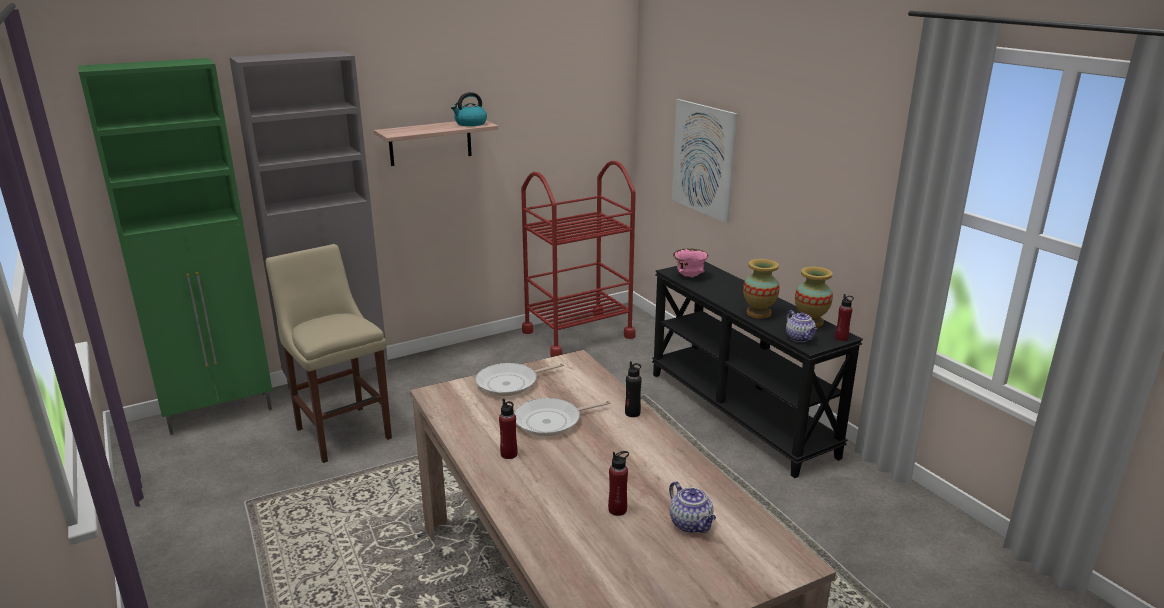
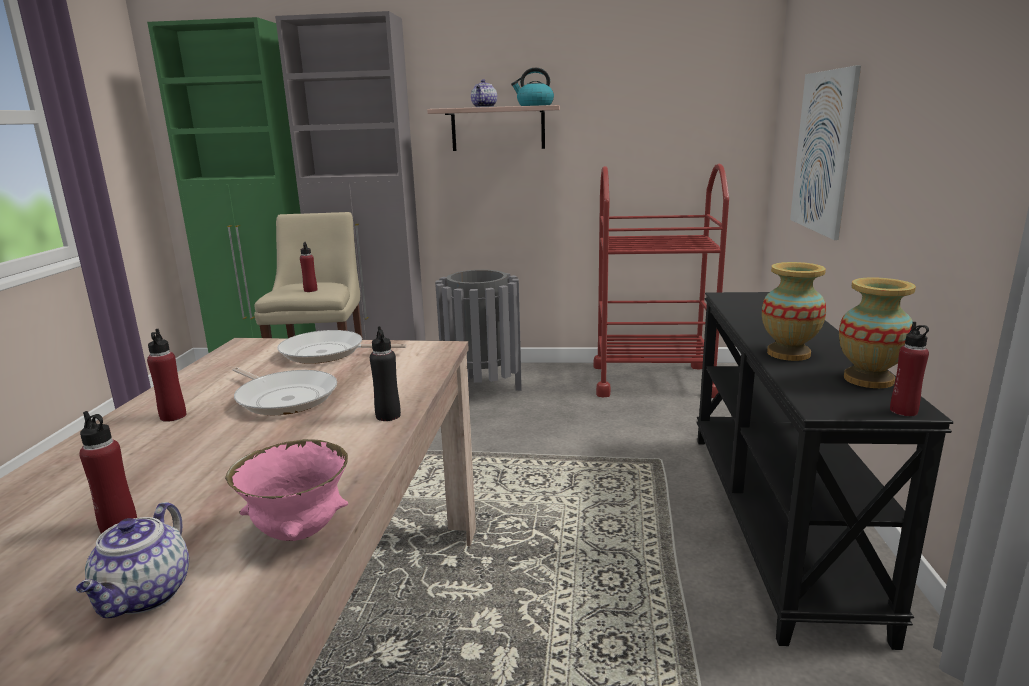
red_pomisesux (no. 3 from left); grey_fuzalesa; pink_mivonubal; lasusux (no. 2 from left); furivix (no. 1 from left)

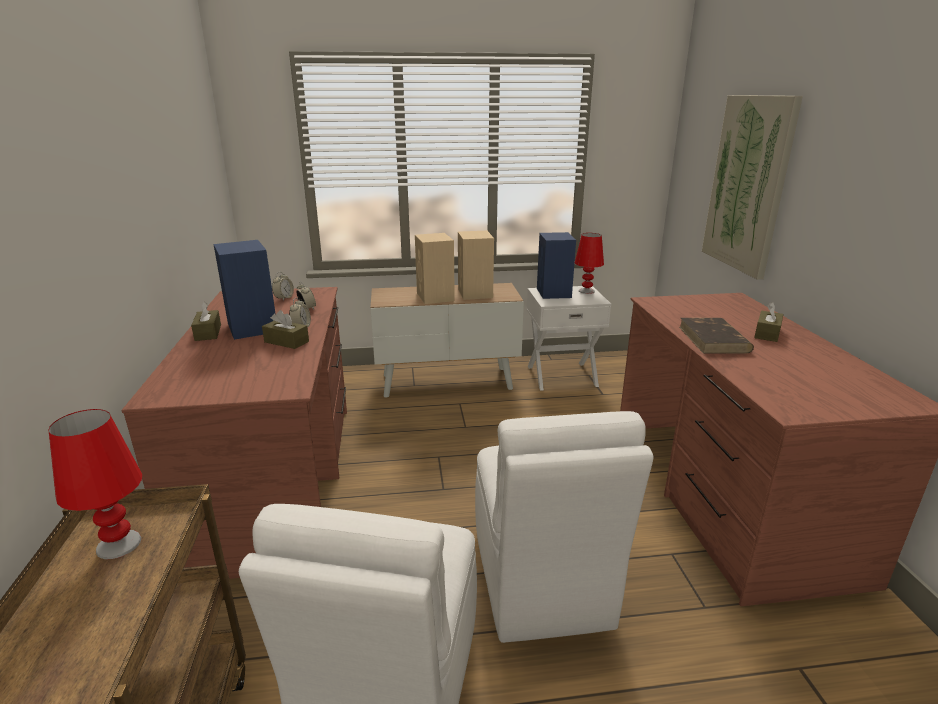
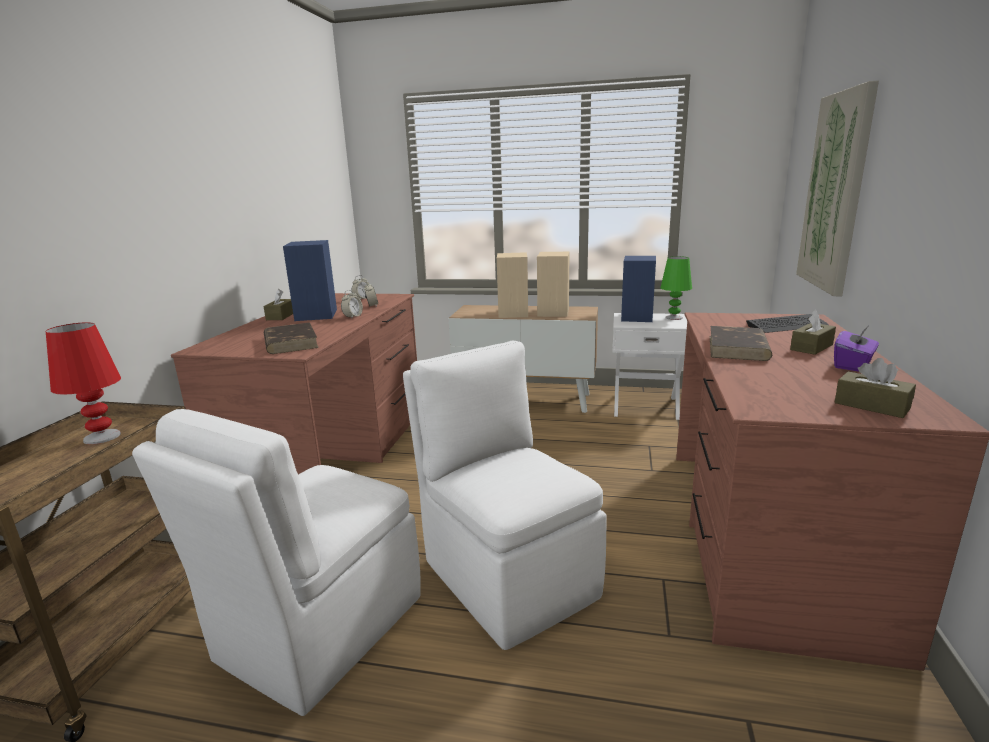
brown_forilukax (no. 1 from left); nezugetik; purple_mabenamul; brown_mabenamul (no. 3 from left); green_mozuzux; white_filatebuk (no. 2 from left)

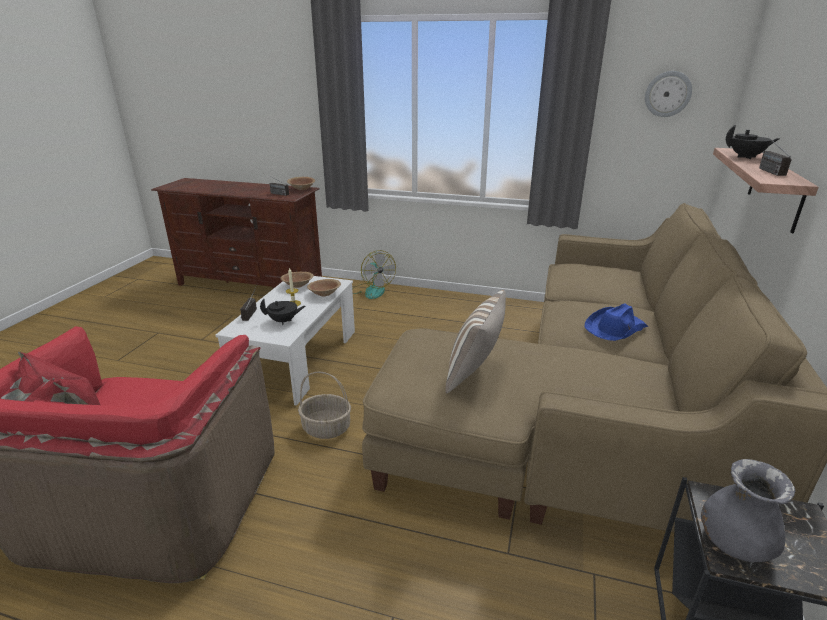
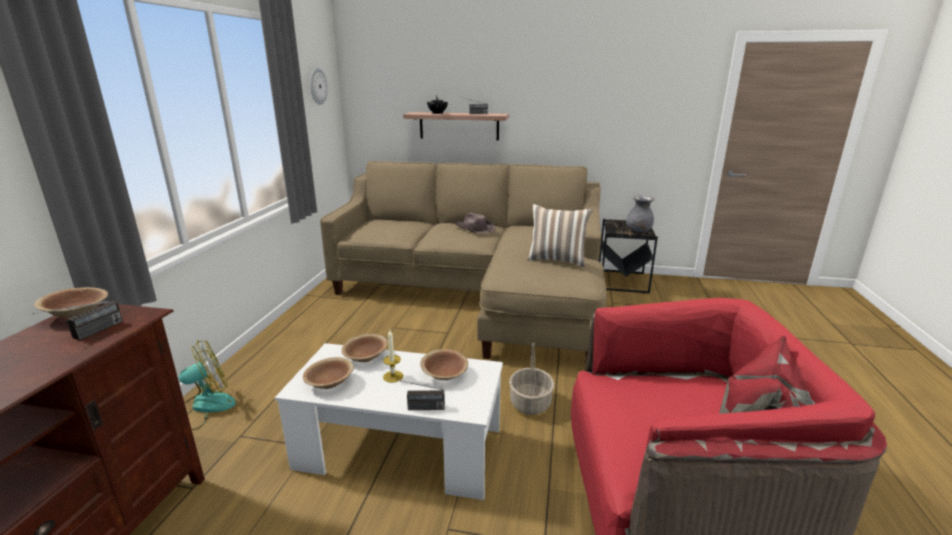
brown_mivonubal (no. 4 from left); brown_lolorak

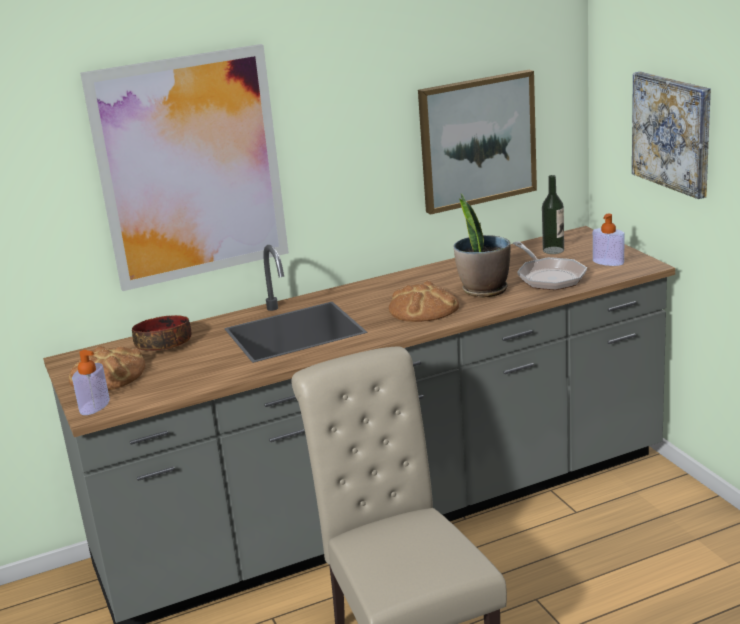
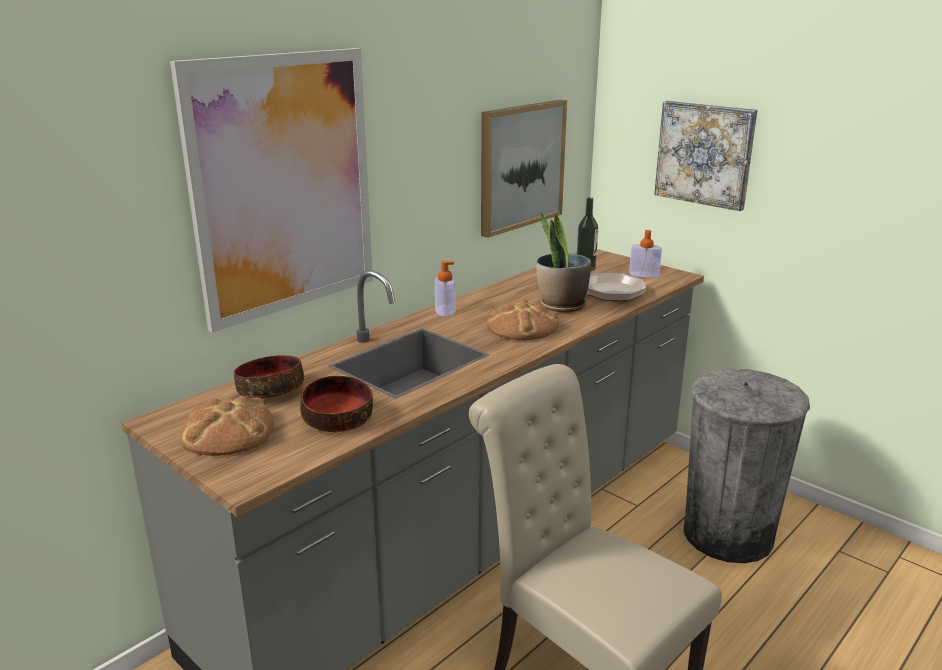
mivonubal (no. 2 from left); grey_fuzalesa; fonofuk (no. 1 from left)

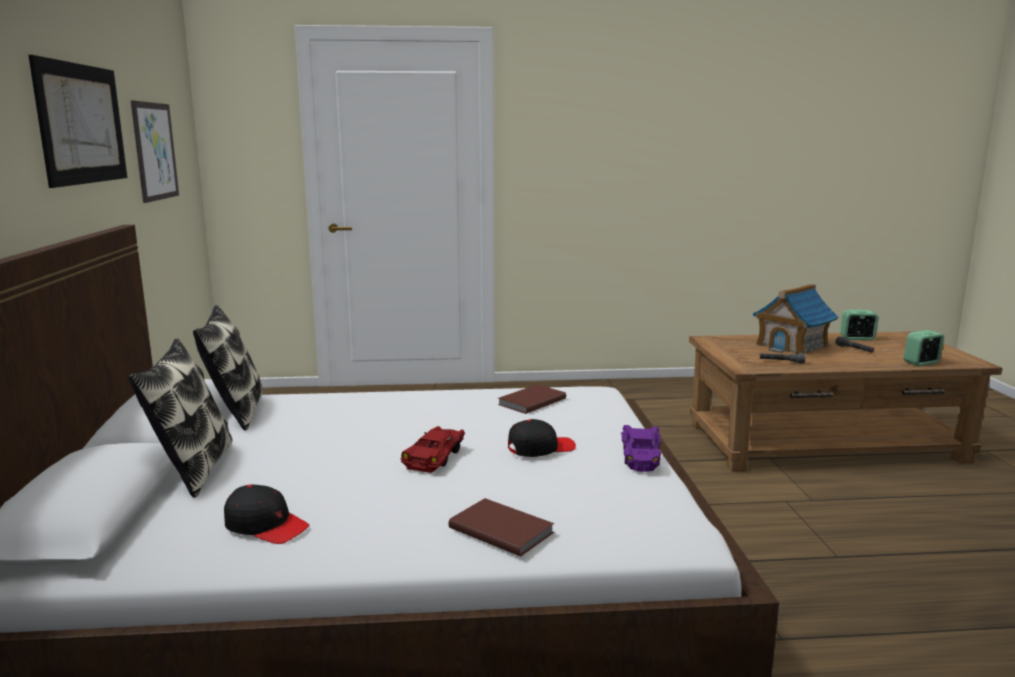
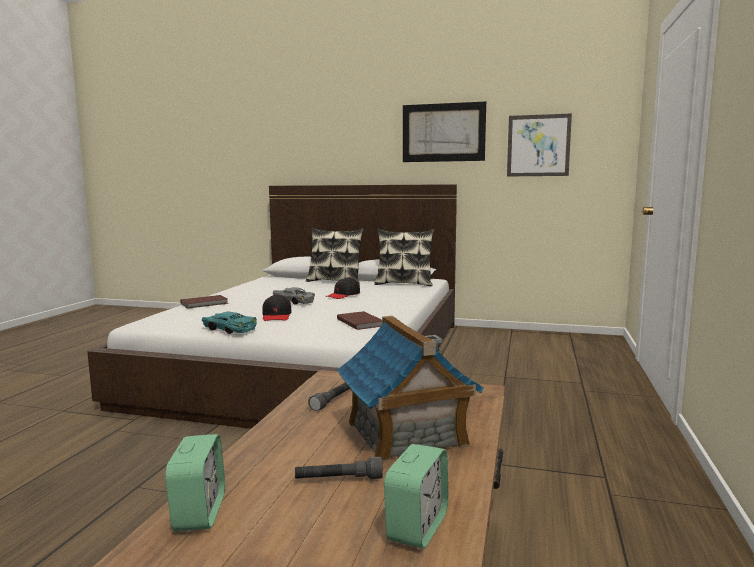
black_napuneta (no. 2 from left); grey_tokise; turquoise_tokise

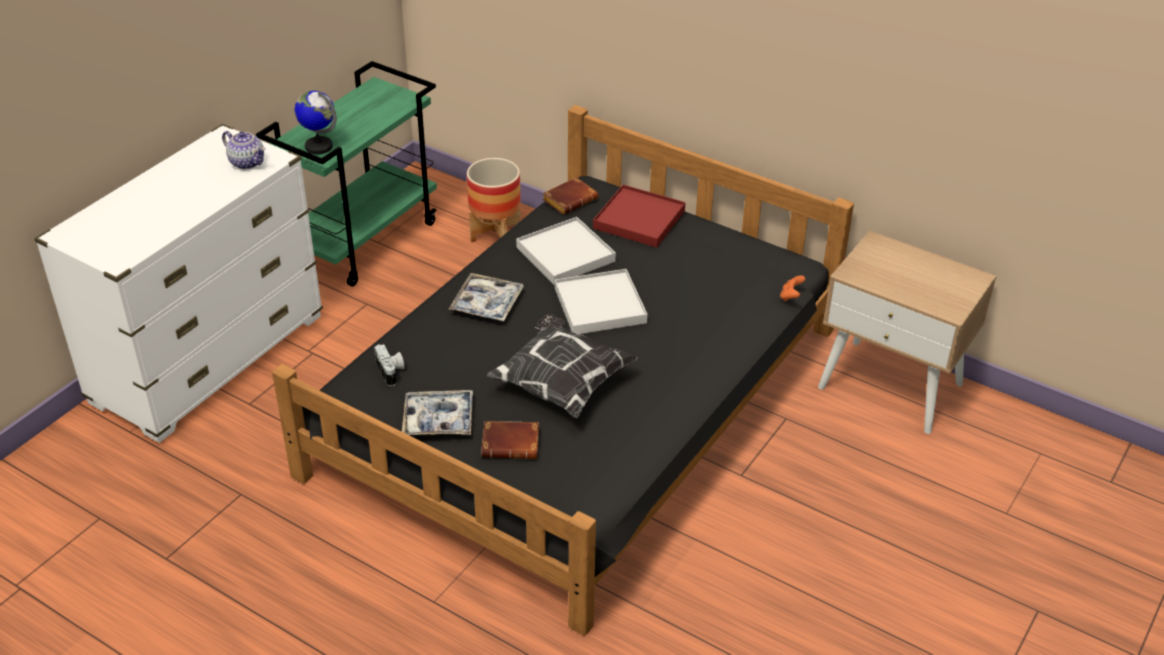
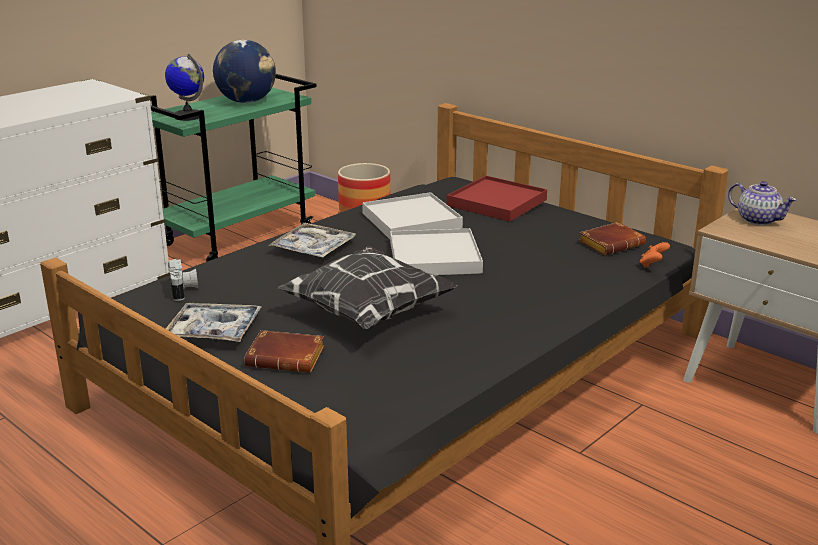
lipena (no. 2 from left); lasusux; brown_forilukax (no. 2 from left)

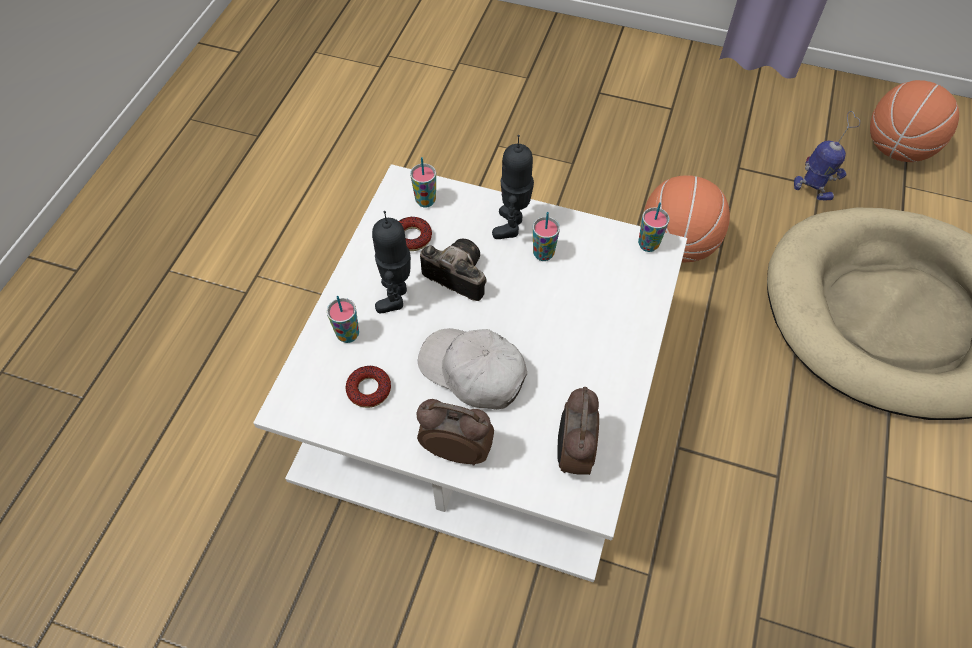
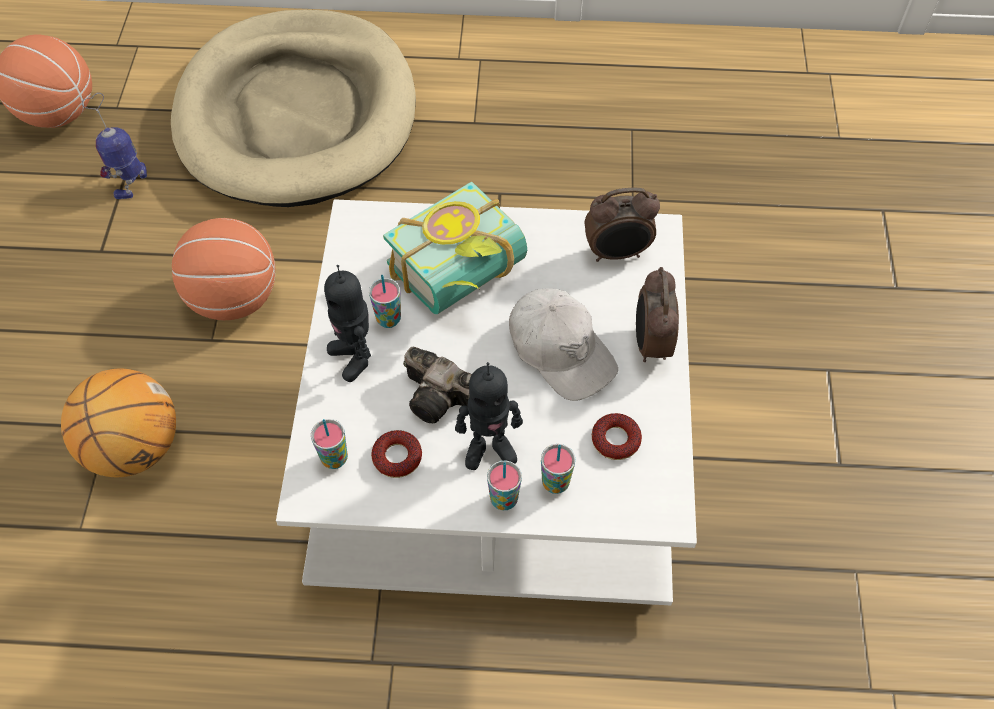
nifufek (no. 2 from left); forilukax; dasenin (no. 3 from left); white_napuneta; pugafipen; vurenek (no. 2 from left)

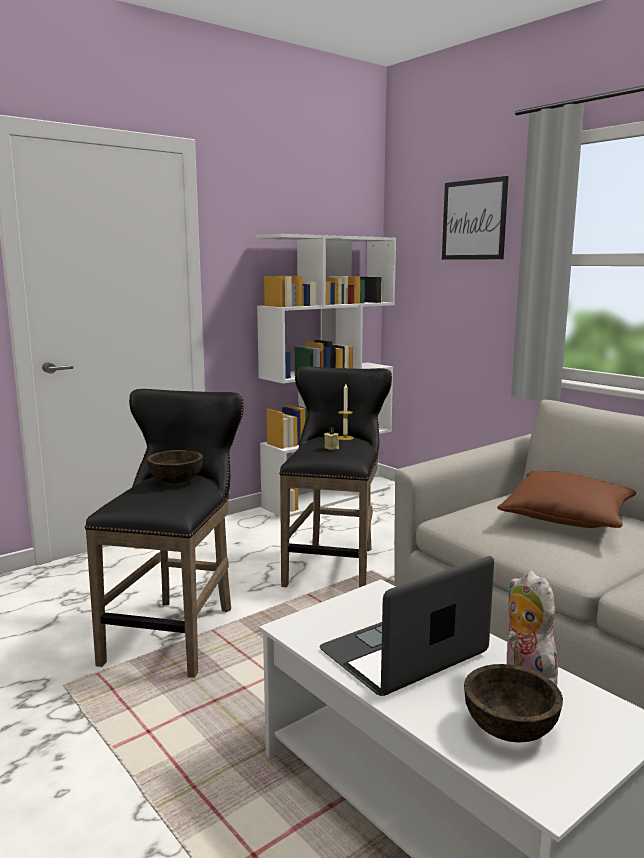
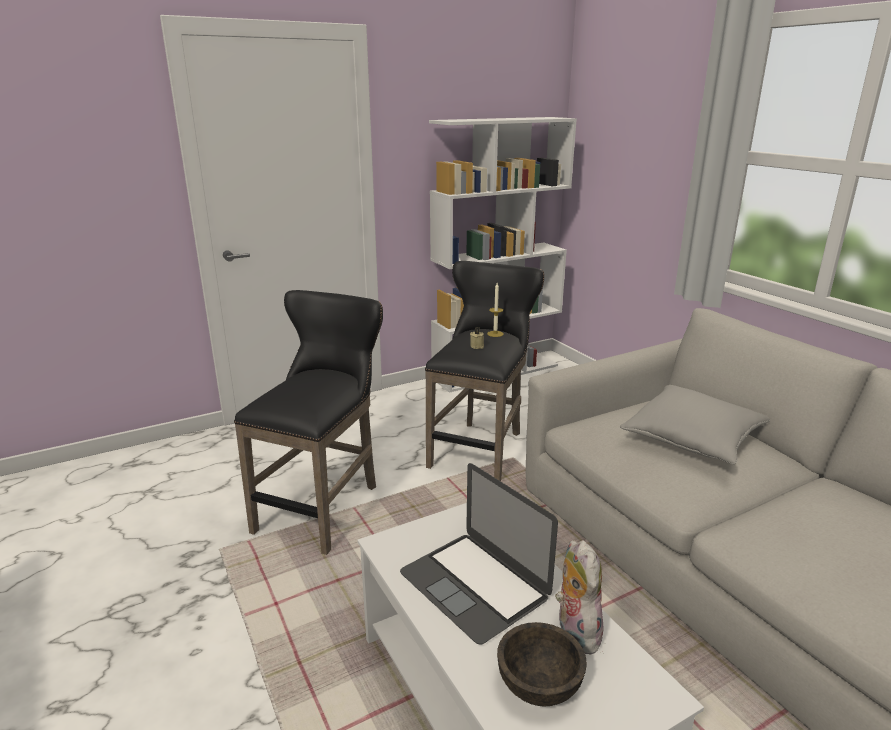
brown_mivonubal (no. 1 from left in the first image); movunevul; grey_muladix; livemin

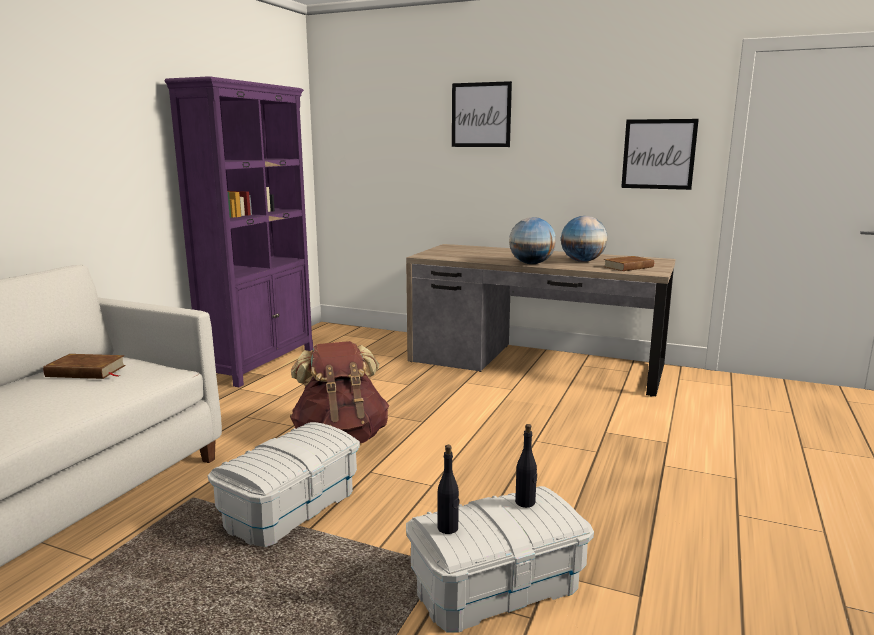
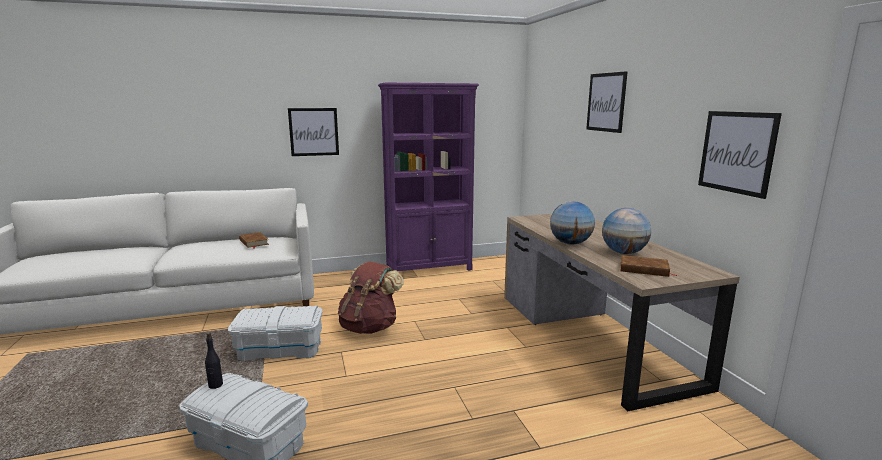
black_pomisesux (no. 2 from left in the first image); movunevul (no. 1 from left)

